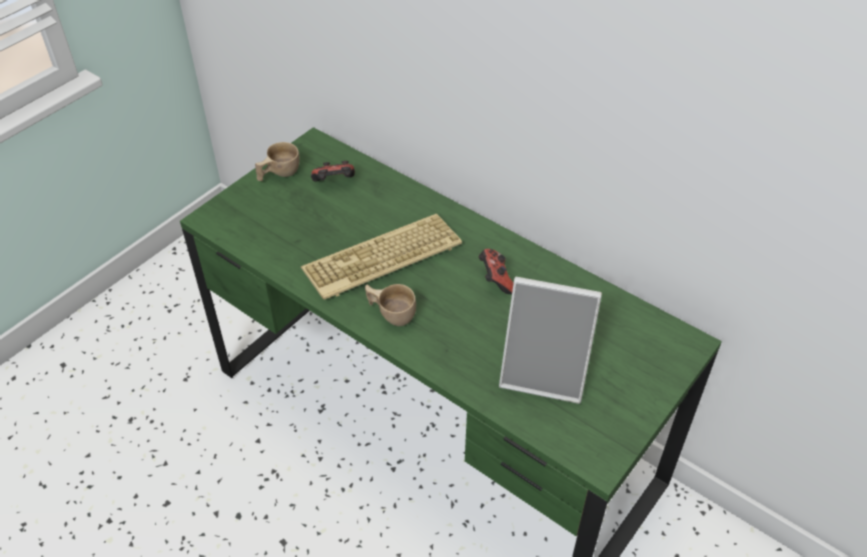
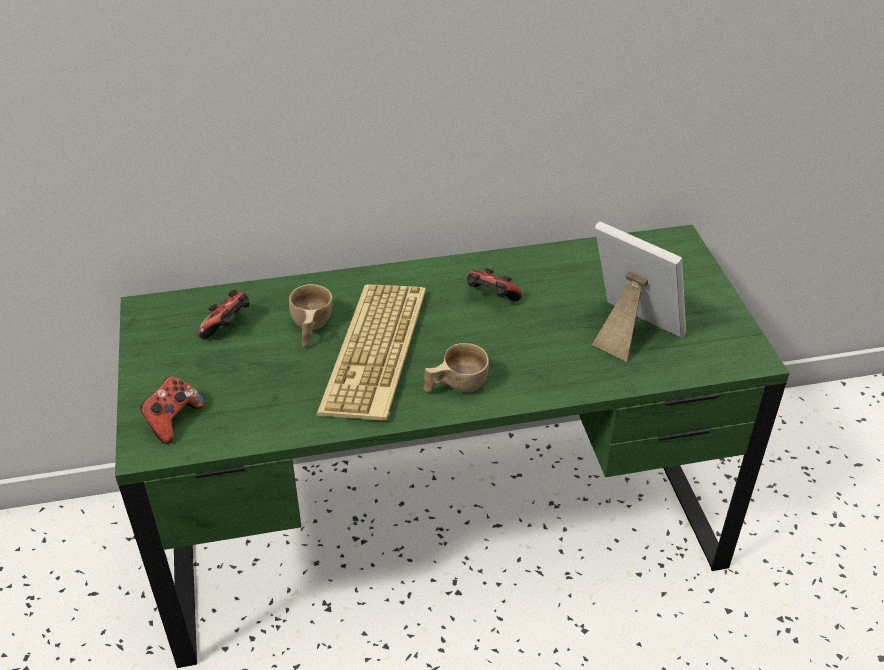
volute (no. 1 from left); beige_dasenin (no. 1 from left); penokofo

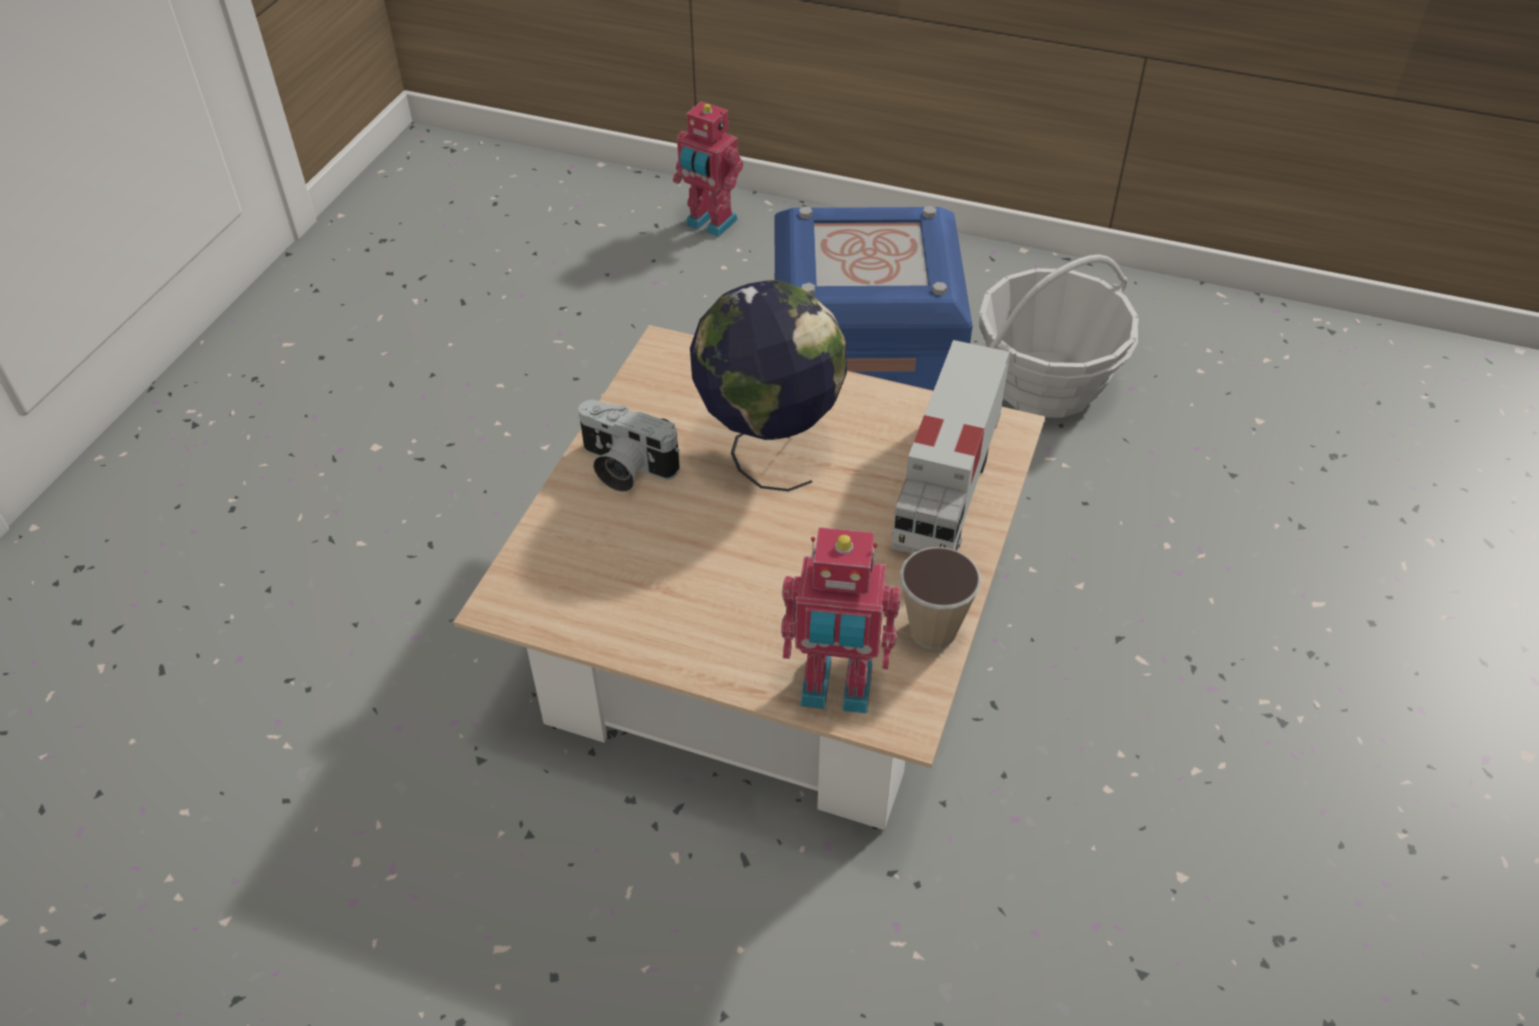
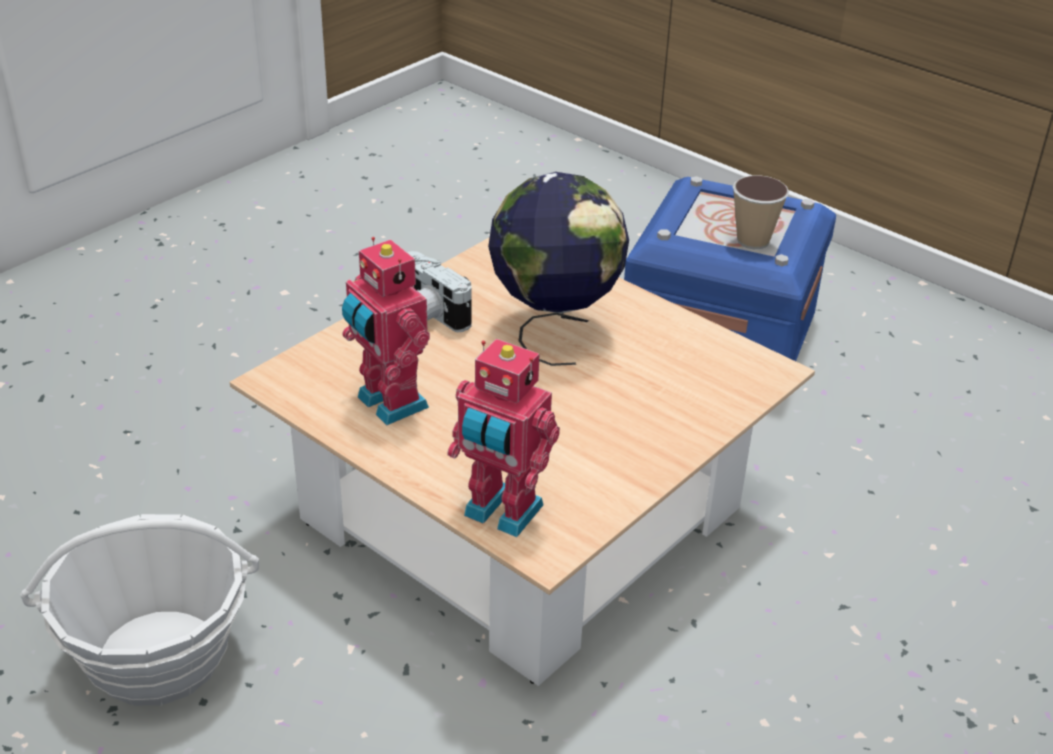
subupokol; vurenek (no. 1 from left); dasenin; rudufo

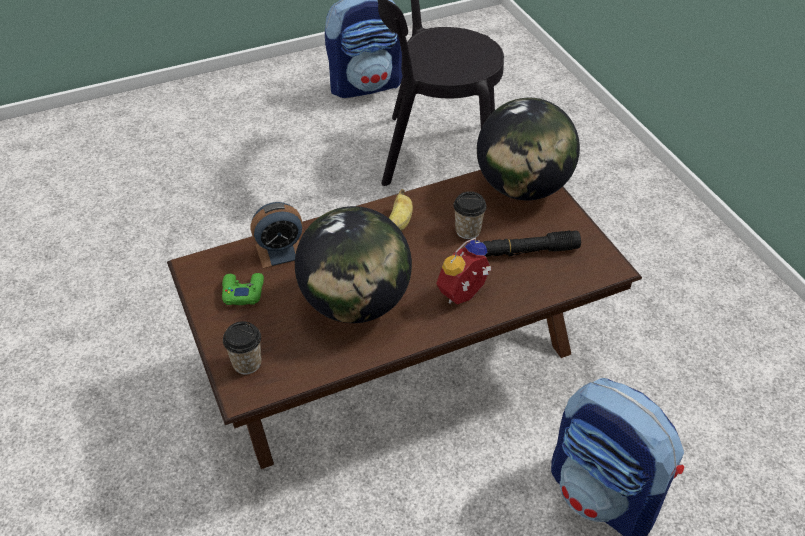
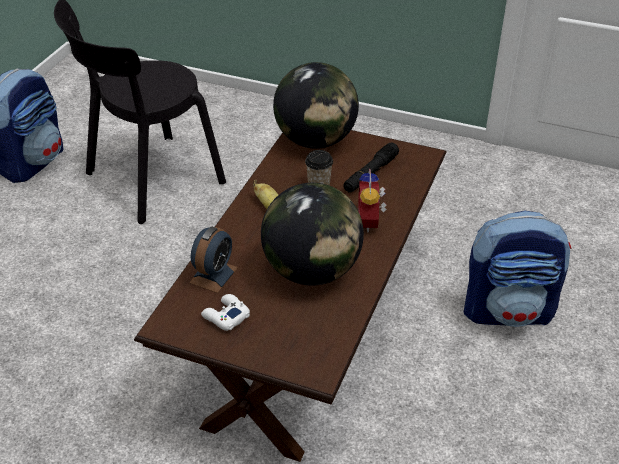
dasenin (no. 1 from left in the first image); white_volute

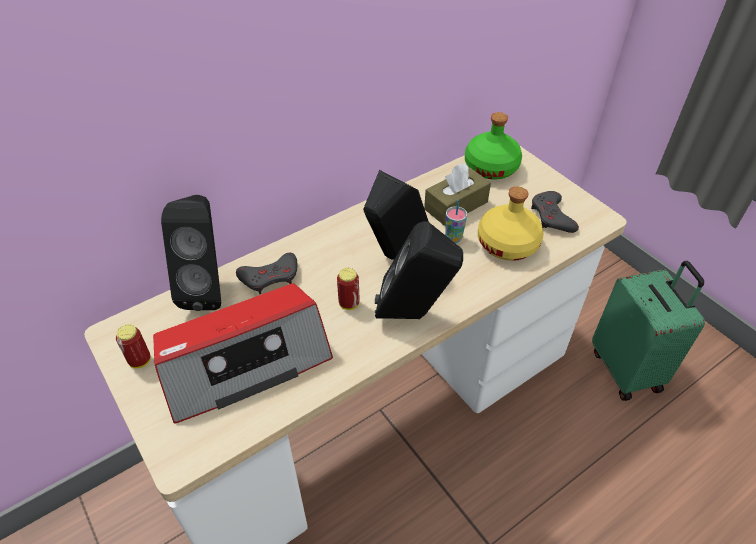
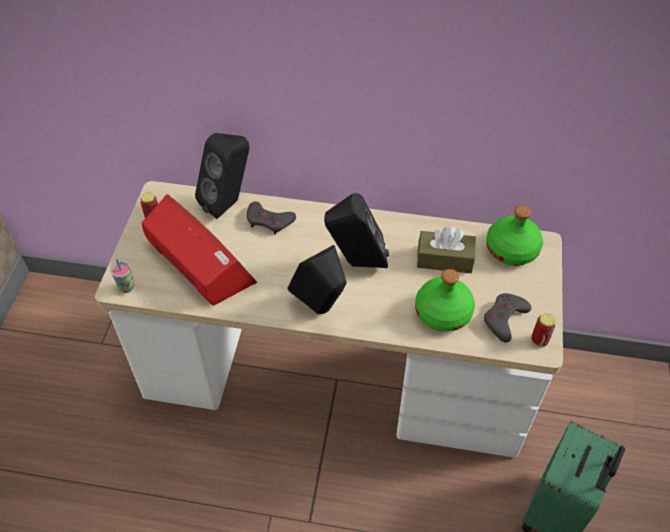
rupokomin (no. 2 from left); dasenin; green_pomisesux (no. 1 from left); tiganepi

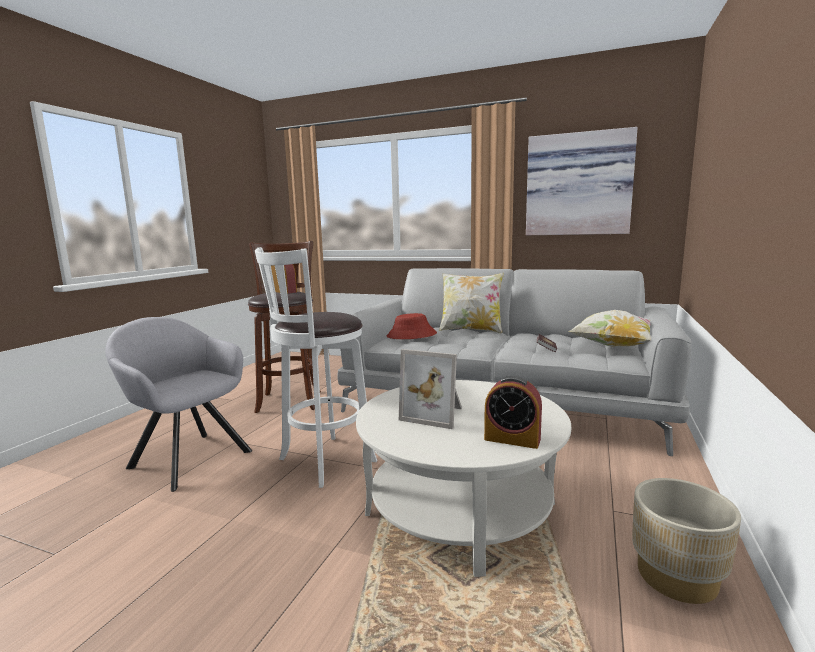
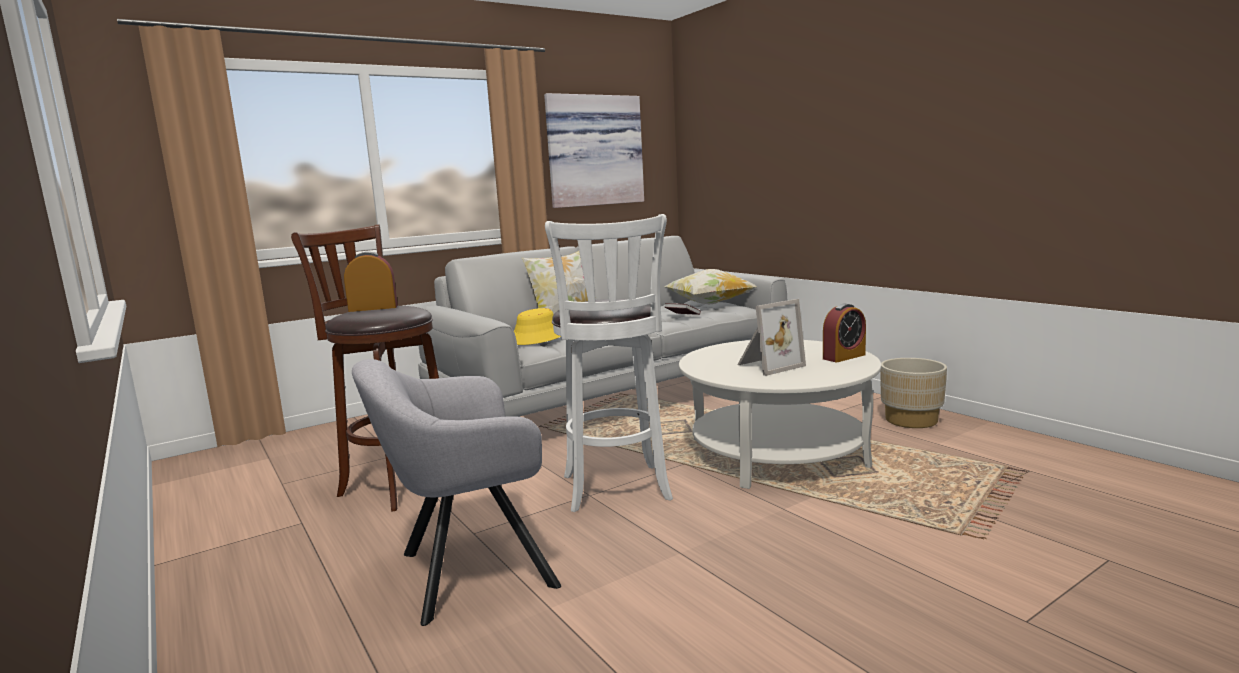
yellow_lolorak

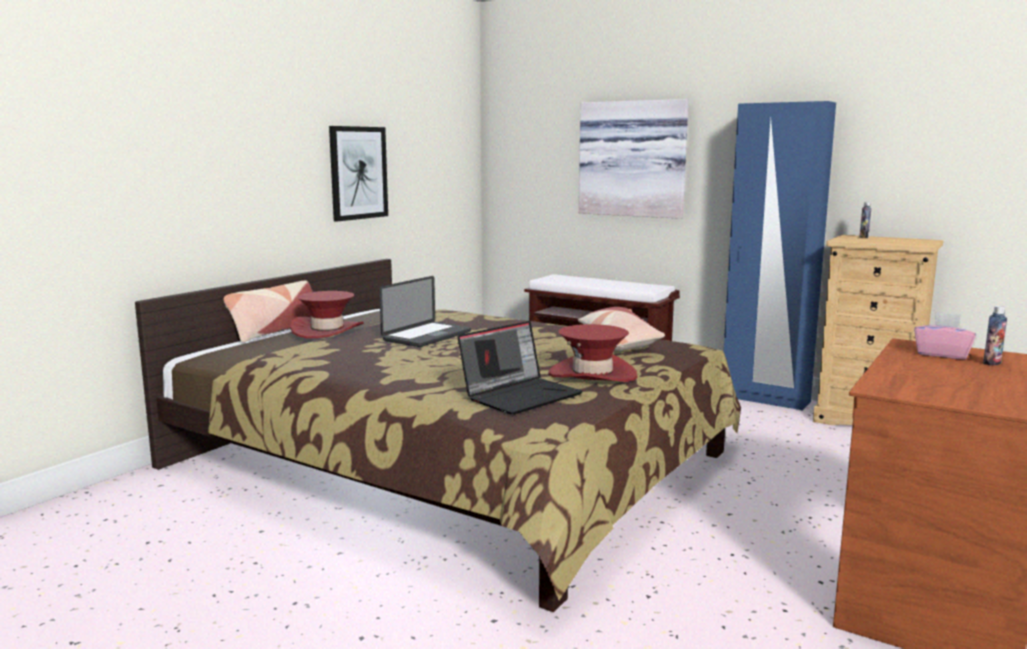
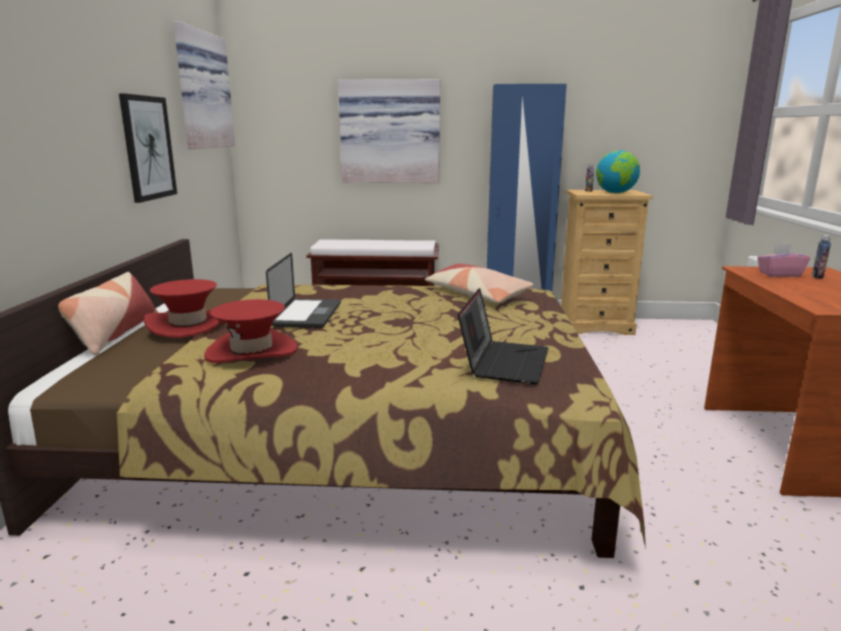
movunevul (no. 2 from left); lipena; red_lolorak (no. 2 from left)

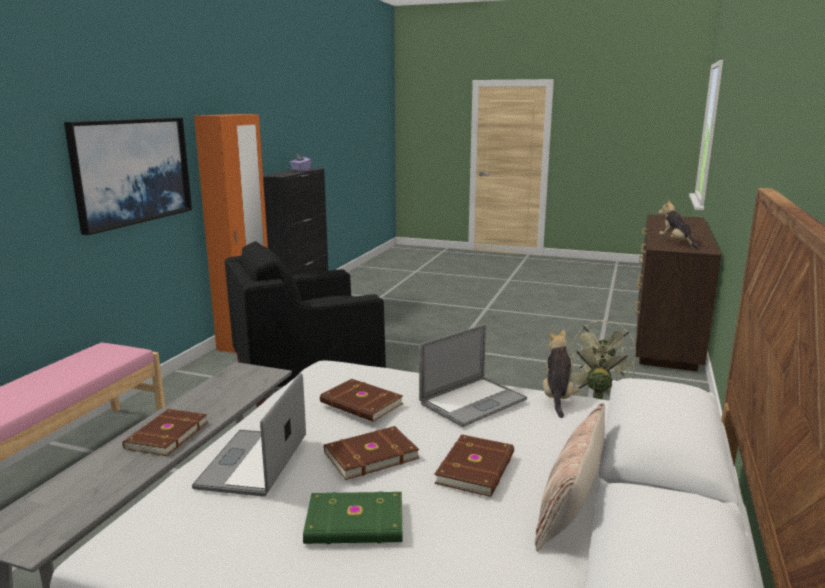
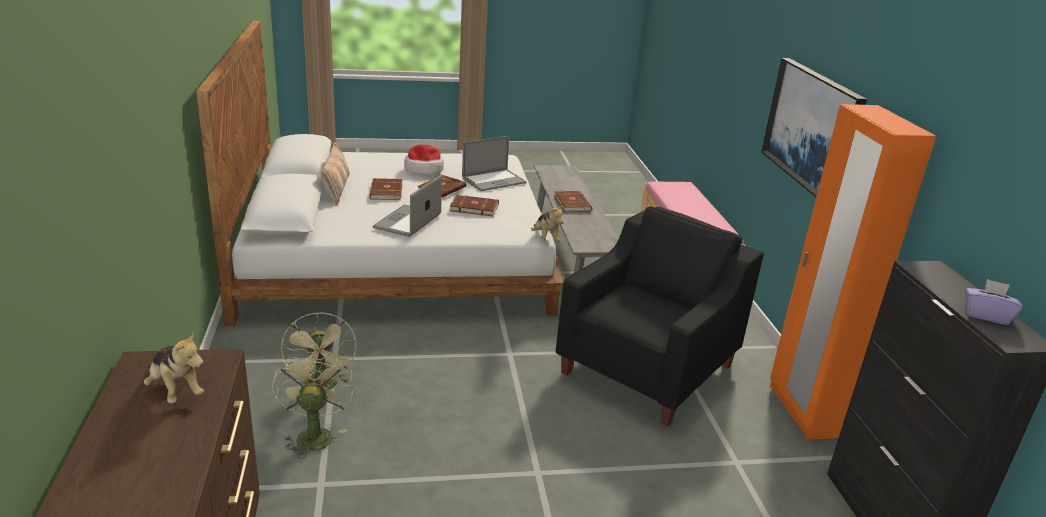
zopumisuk (no. 2 from left); lolorak; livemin (no. 2 from left)

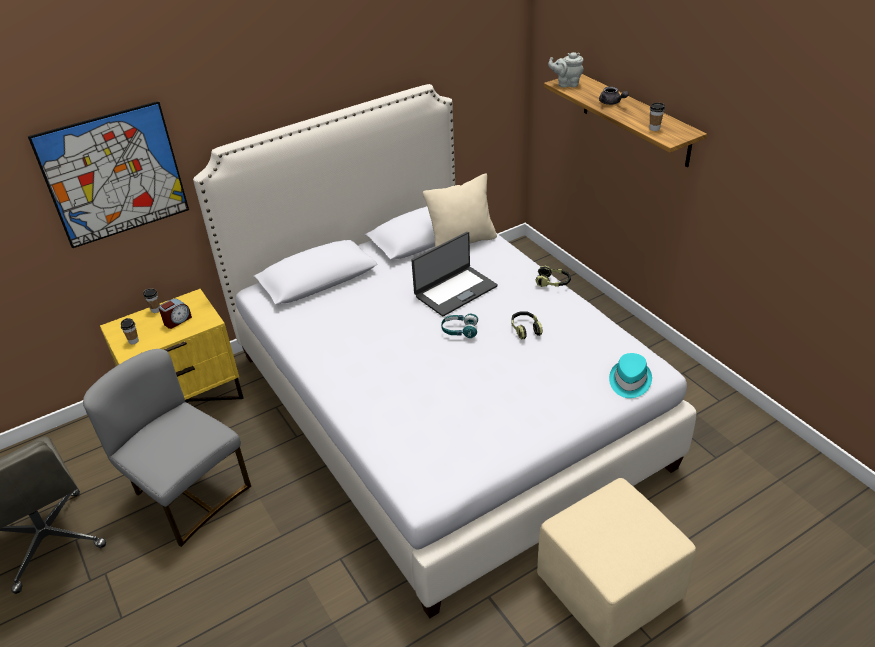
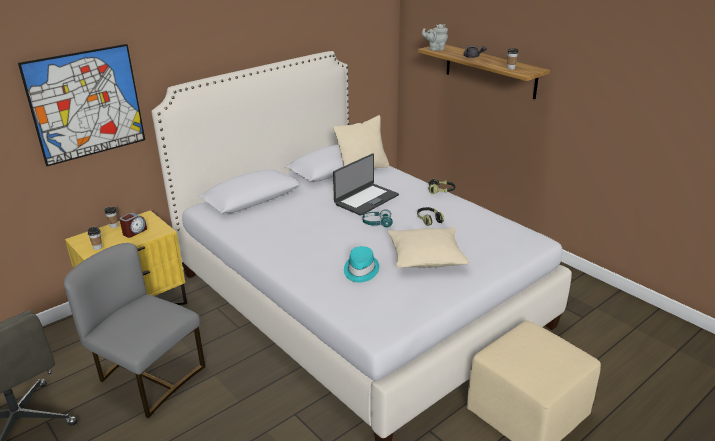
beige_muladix (no. 2 from left); turquoise_lolorak

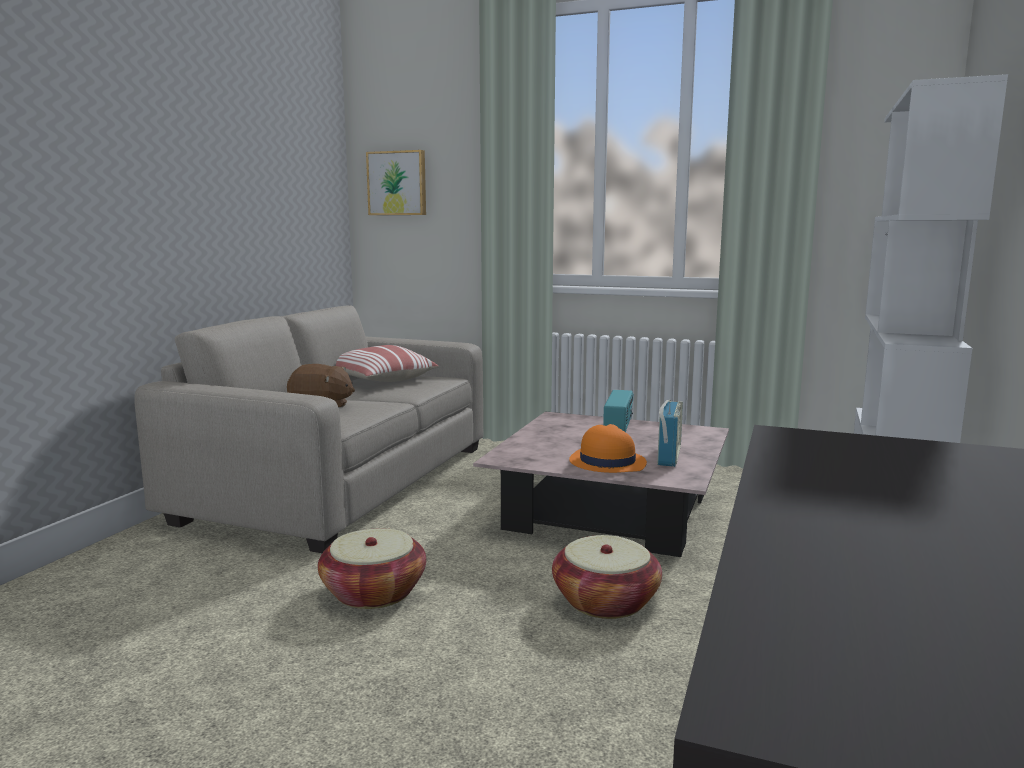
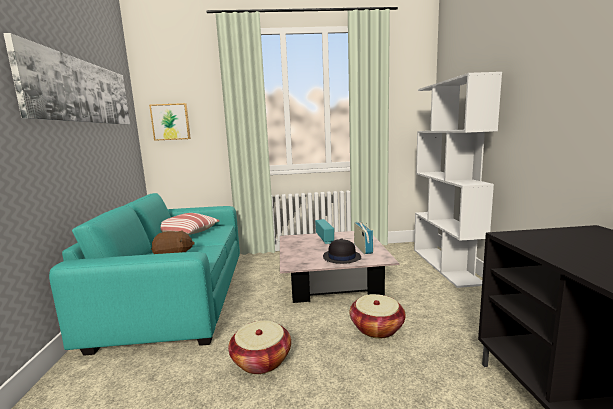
movunevul (no. 1 from left); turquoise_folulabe; black_lolorak

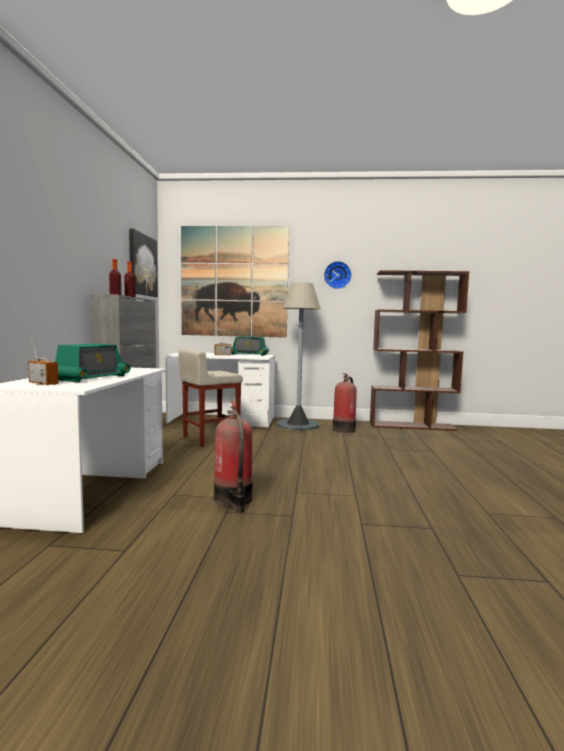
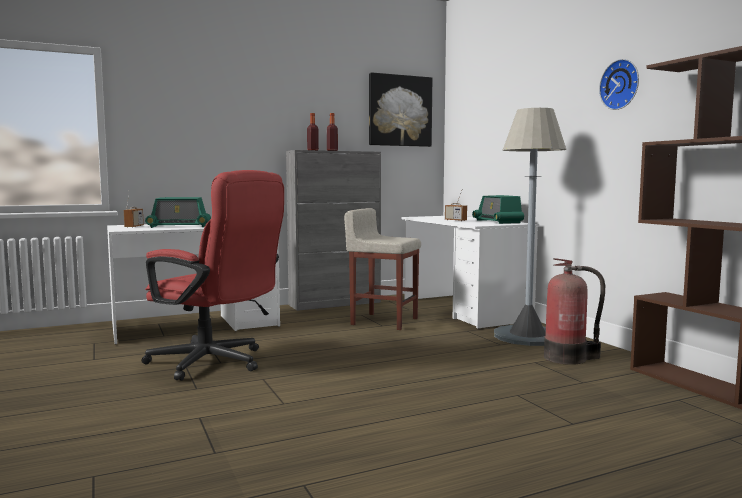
movunevul (no. 2 from left in the first image); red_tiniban

